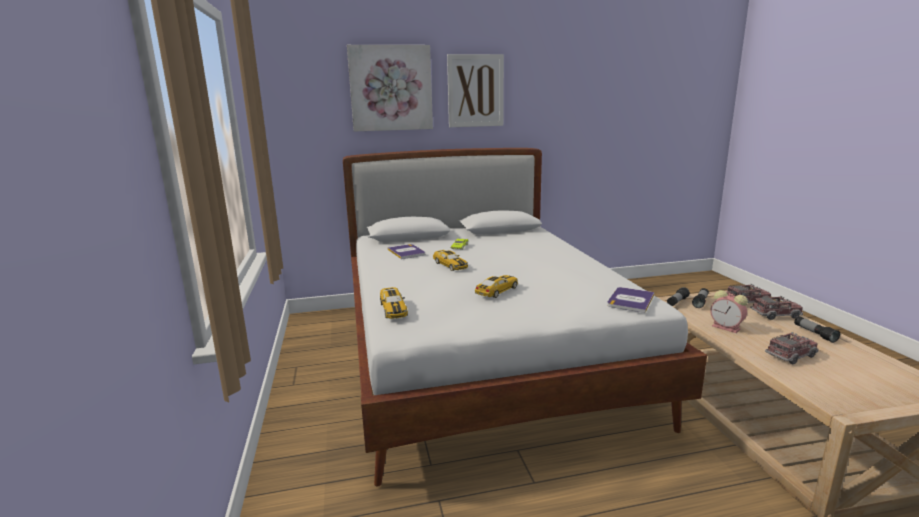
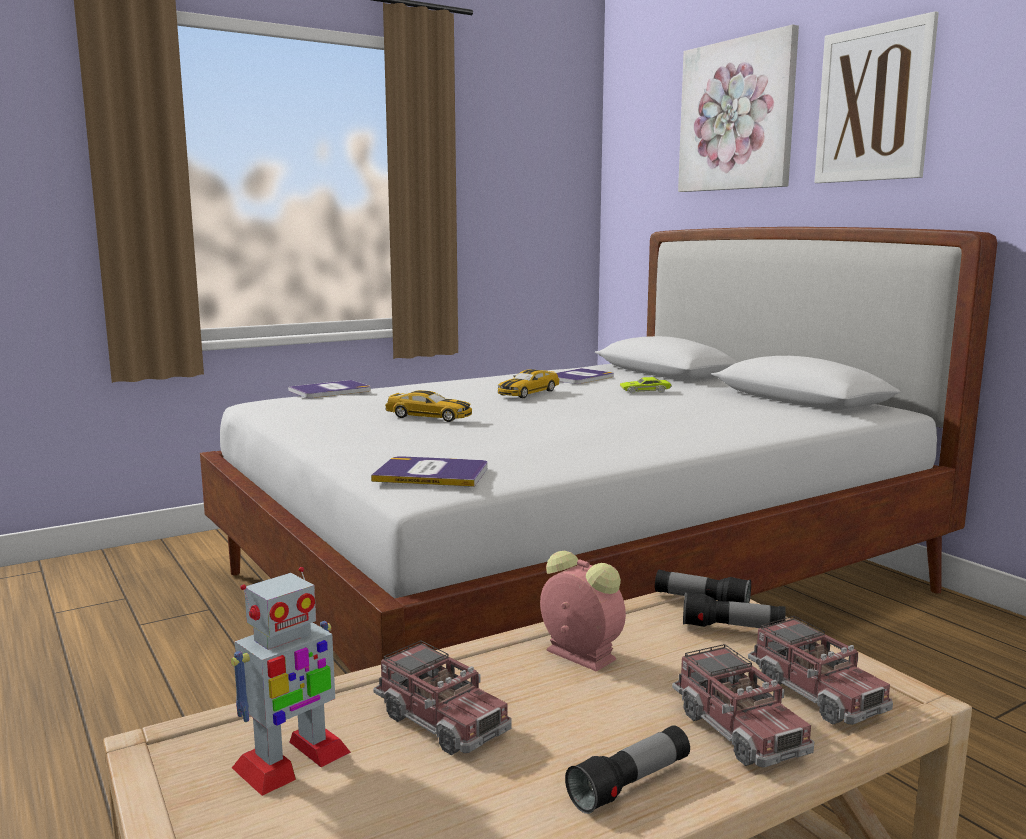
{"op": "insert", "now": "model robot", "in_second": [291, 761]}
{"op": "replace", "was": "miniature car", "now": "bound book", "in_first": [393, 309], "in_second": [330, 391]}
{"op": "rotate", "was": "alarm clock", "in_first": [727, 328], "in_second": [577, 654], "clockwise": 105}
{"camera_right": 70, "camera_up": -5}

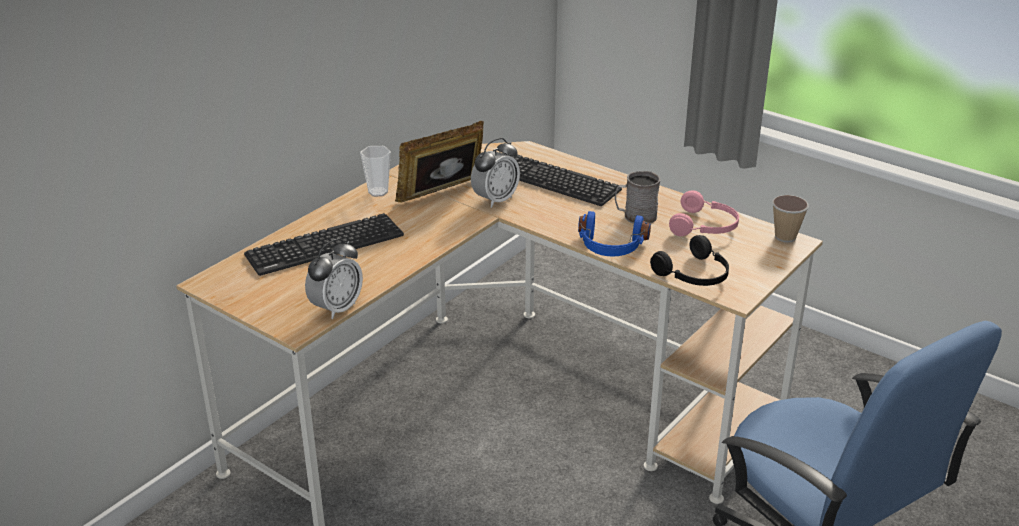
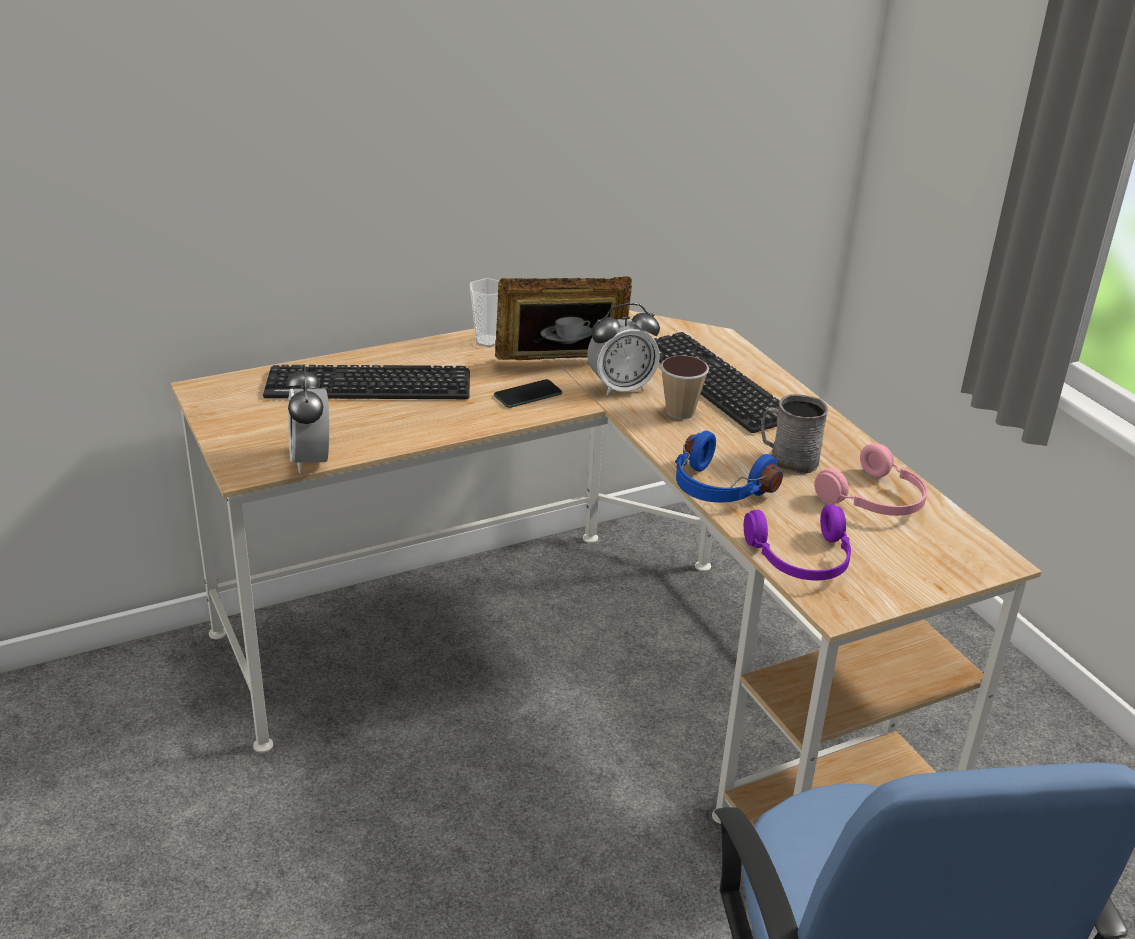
{"op": "insert", "now": "telephone", "in_second": [528, 395]}
{"op": "move", "was": "drinking cup", "in_first": [785, 237], "in_second": [680, 412]}
{"op": "recolor", "was": "black headset", "now": "purple headset", "in_first": [695, 275], "in_second": [802, 560]}
{"op": "rotate", "was": "alarm clock", "in_first": [336, 308], "in_second": [311, 460], "clockwise": 105}
{"camera_right": 25, "camera_up": 0}

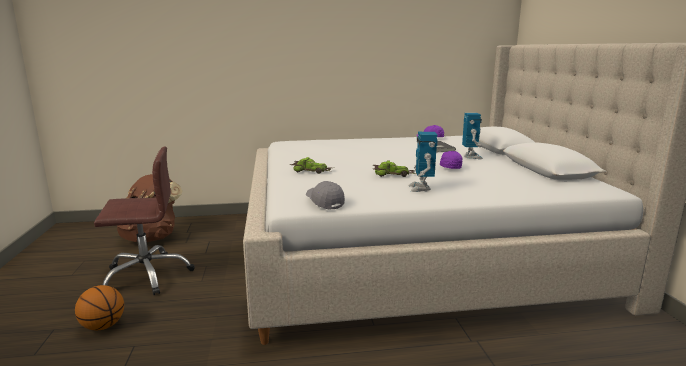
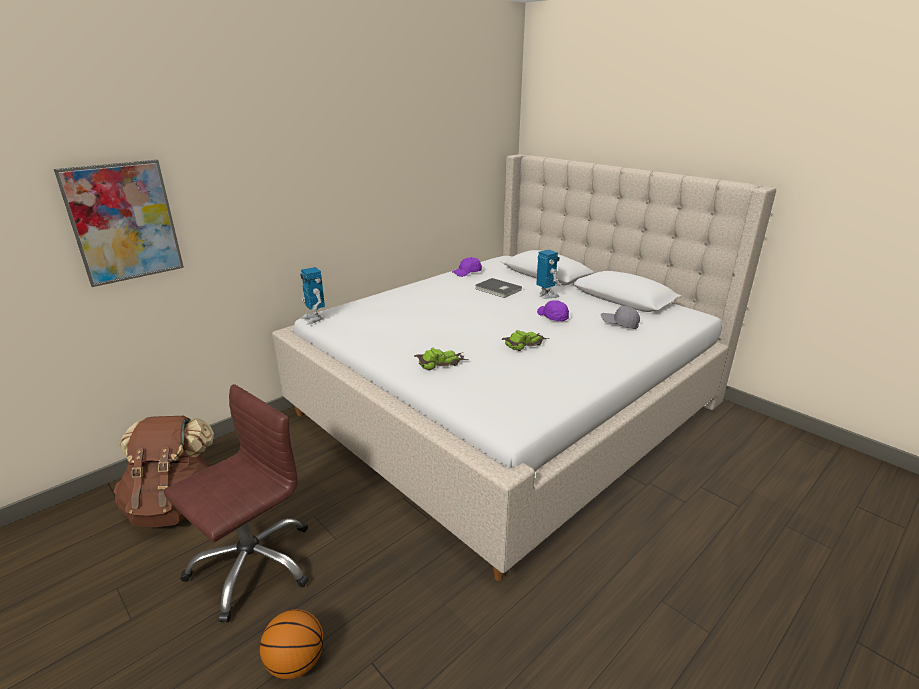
{"op": "insert", "now": "wall art", "in_second": [124, 222]}
{"op": "move", "was": "gray cap", "in_first": [324, 202], "in_second": [619, 324]}
{"op": "move", "was": "model robot", "in_first": [421, 188], "in_second": [314, 319]}
{"camera_right": -35, "camera_up": 10}

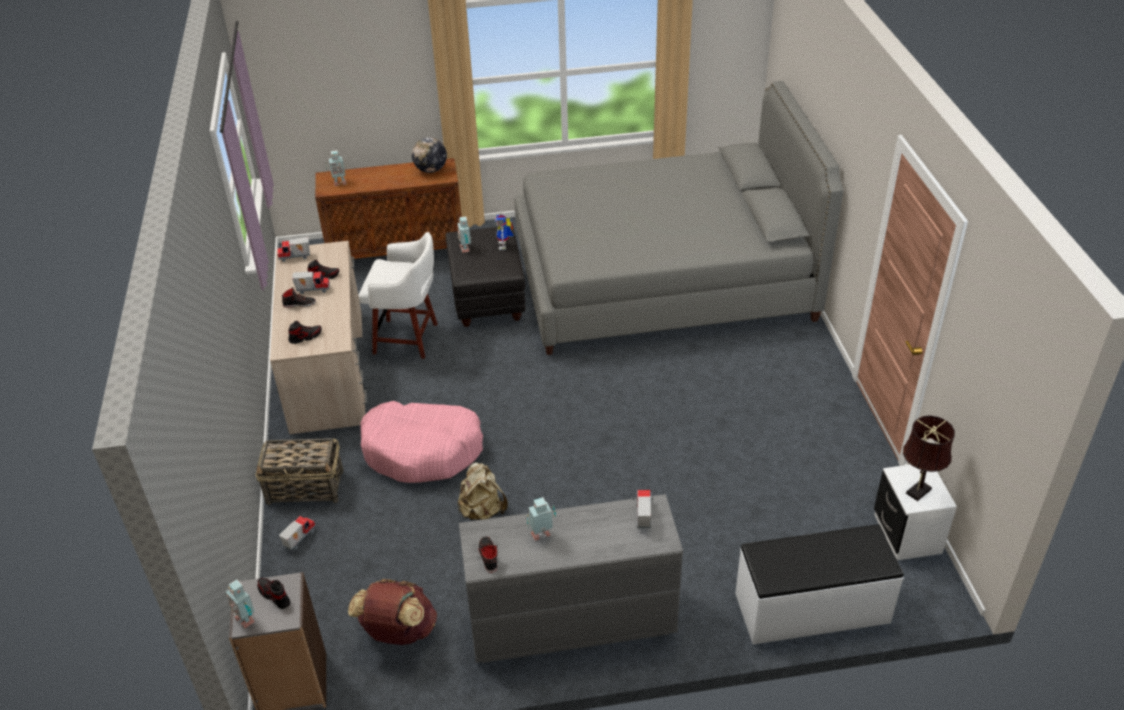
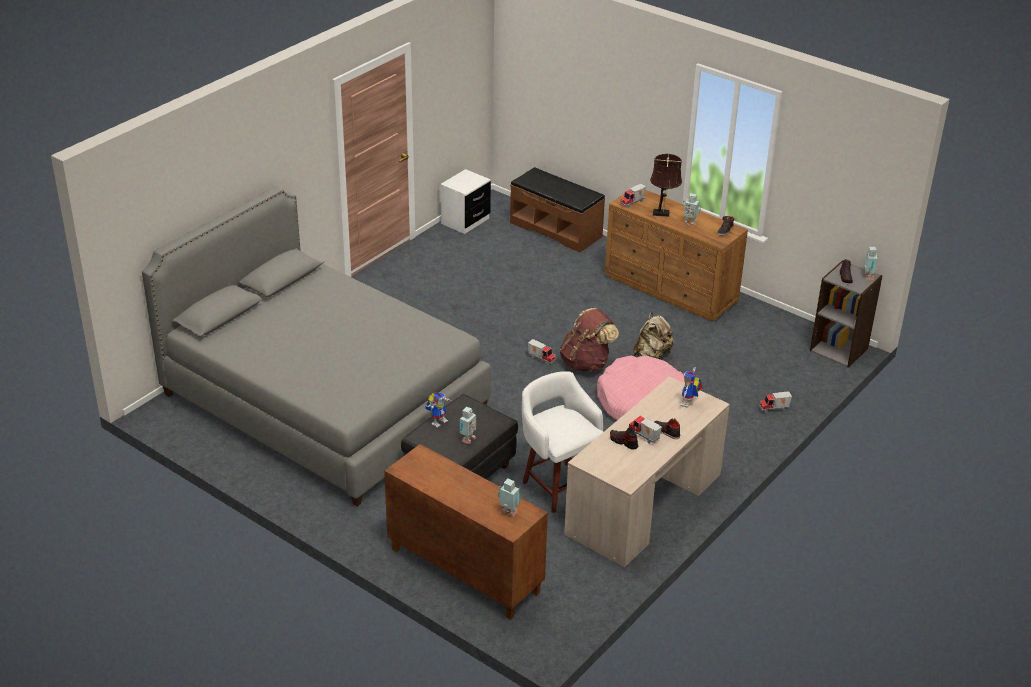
{"op": "delete", "was": "household basket", "in_first": [306, 487]}
{"op": "delete", "was": "globe", "in_first": [431, 170]}
{"op": "move", "was": "toy truck", "in_first": [295, 257], "in_second": [541, 359]}
{"op": "move", "was": "brown-coloured rucksack", "in_first": [398, 632], "in_second": [586, 363]}
{"op": "move", "was": "brown-coloured table lamp", "in_first": [916, 492], "in_second": [663, 213]}
{"op": "replace", "was": "low shoe", "now": "model robot", "in_first": [305, 337], "in_second": [688, 404]}
{"op": "recolor", "was": "gray drawer chest", "now": "brown-coloured drawer chest", "in_first": [570, 621], "in_second": [671, 290]}
{"op": "recolor", "was": "white-coloured long seat", "now": "brown-coloured long seat", "in_first": [812, 609], "in_second": [556, 229]}
{"camera_right": -135, "camera_up": -5}

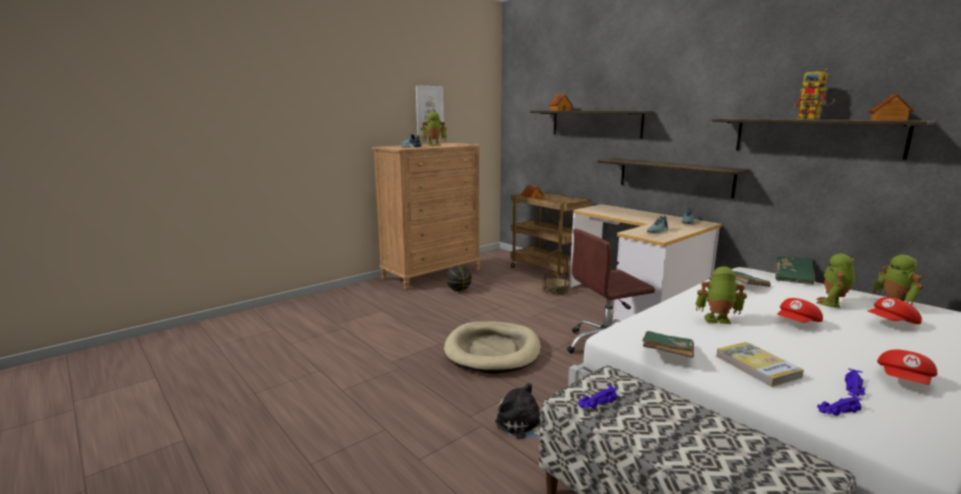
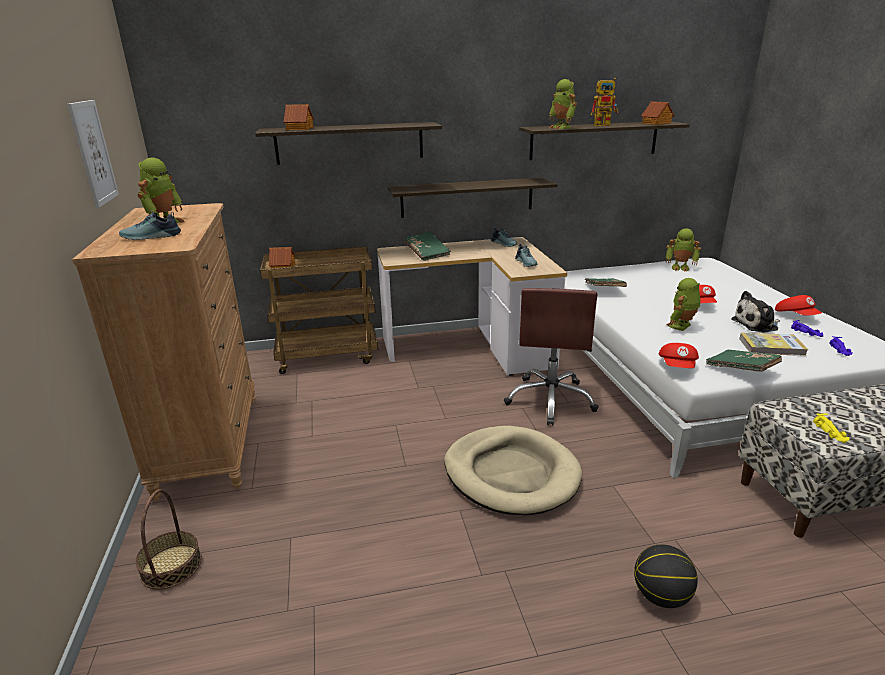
{"op": "move", "was": "basketball", "in_first": [459, 290], "in_second": [660, 596]}
{"op": "move", "was": "cuddly toy", "in_first": [523, 425], "in_second": [757, 325]}
{"op": "move", "was": "household basket", "in_first": [555, 290], "in_second": [171, 566]}
{"op": "move", "was": "green bound book", "in_first": [793, 277], "in_second": [427, 253]}
{"op": "move", "was": "model robot", "in_first": [832, 303], "in_second": [562, 127]}
{"op": "move", "was": "reddish cap", "in_first": [892, 323], "in_second": [677, 367]}
{"op": "recolor", "was": "purple miniature car", "now": "yellow miniature car", "in_first": [596, 403], "in_second": [830, 433]}
{"camera_right": -60, "camera_up": 10}

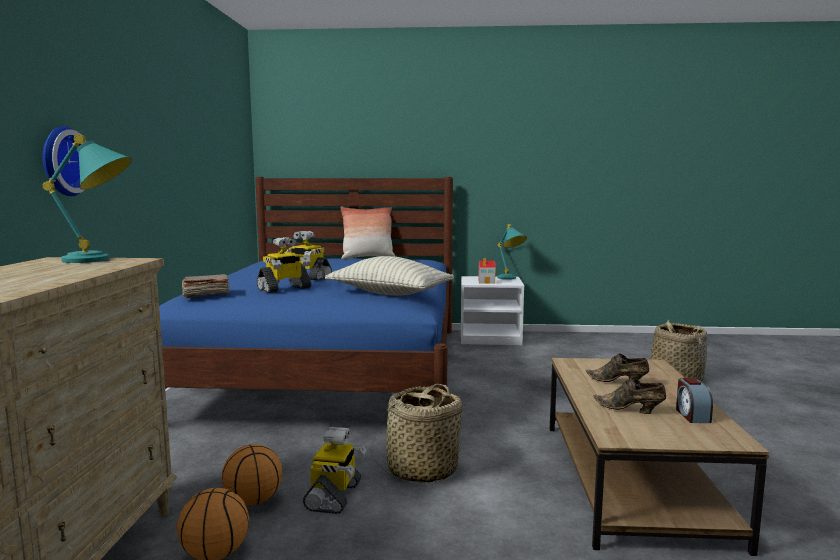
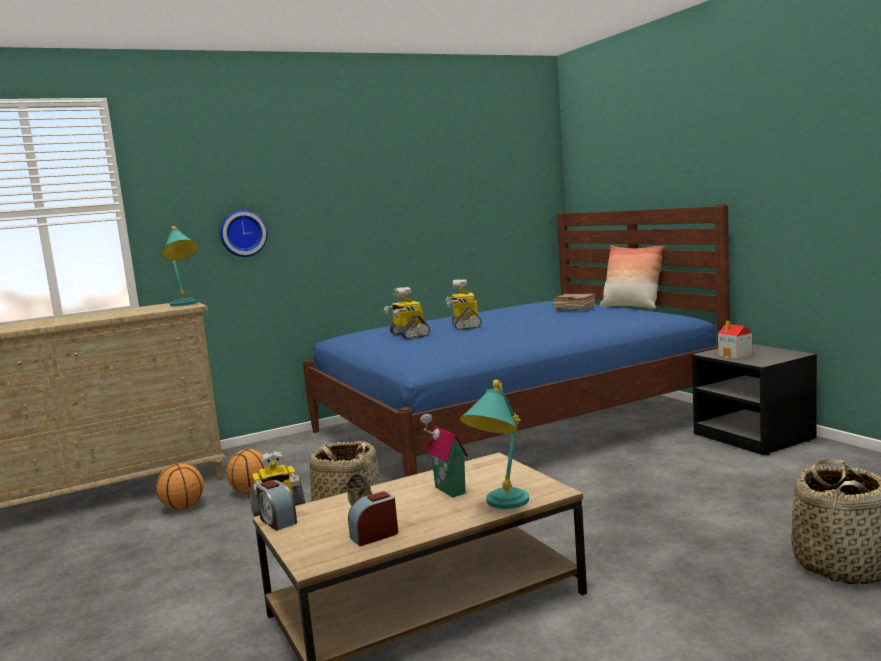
{"op": "delete", "was": "pillow", "in_first": [389, 294]}
{"op": "insert", "now": "alarm clock", "in_second": [277, 521]}
{"op": "move", "was": "brown-coloured bound book", "in_first": [205, 294], "in_second": [574, 309]}
{"op": "move", "was": "blue-green table lamp", "in_first": [510, 279], "in_second": [500, 506]}
{"op": "replace", "was": "brown-coloured low shoe", "now": "miniature house", "in_first": [618, 382], "in_second": [447, 490]}
{"op": "recolor", "was": "white-coloured bedside table", "now": "black bedside table", "in_first": [490, 338], "in_second": [755, 437]}
{"op": "rotate", "was": "model robot", "in_first": [284, 289], "in_second": [408, 335], "clockwise": 45}
{"camera_right": 60, "camera_up": 0}

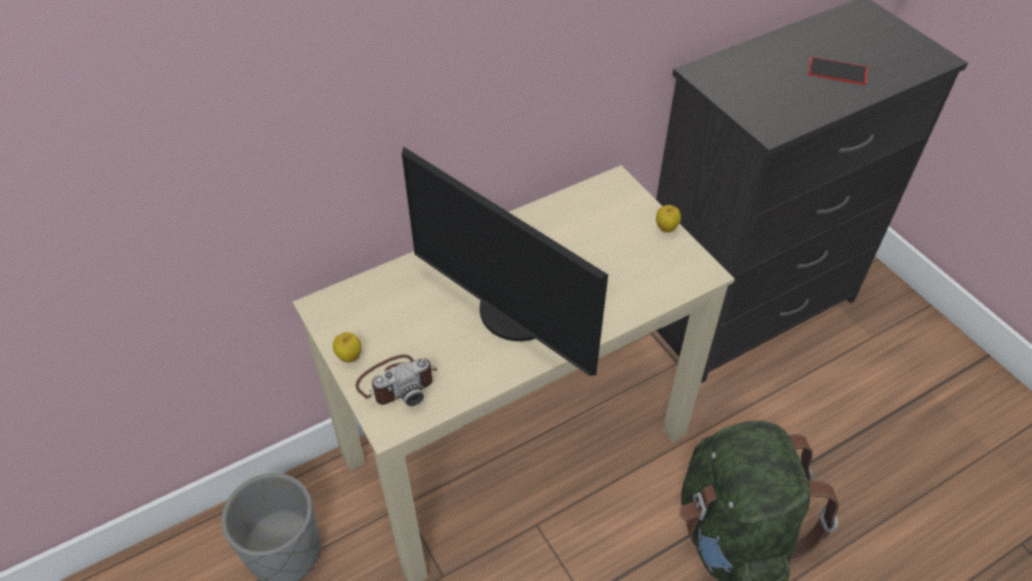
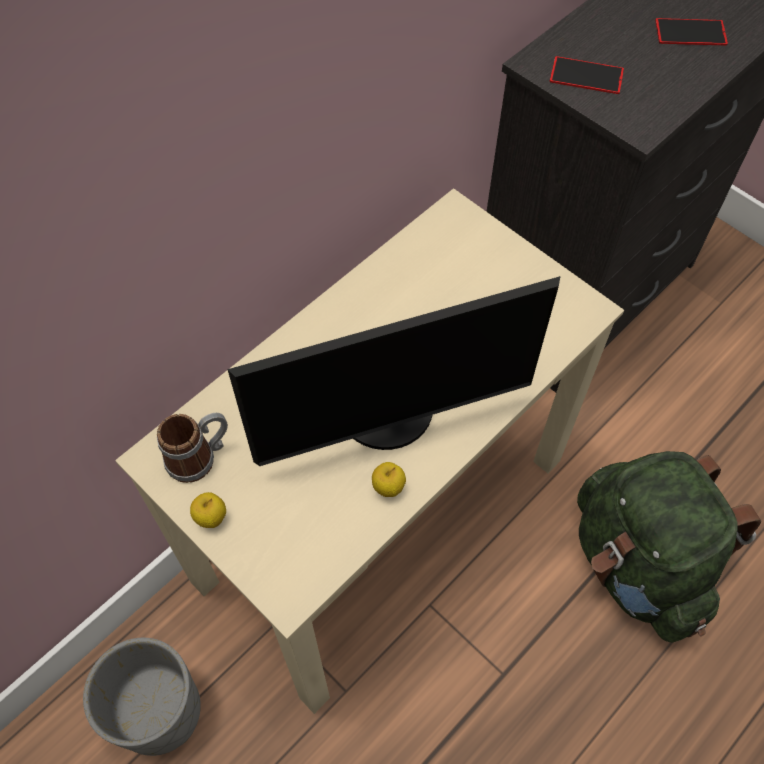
{"op": "delete", "was": "photo camera", "in_first": [397, 382]}
{"op": "insert", "now": "coffee mug", "in_second": [200, 457]}
{"op": "insert", "now": "telephone", "in_second": [586, 75]}
{"op": "move", "was": "apple fruit", "in_first": [666, 228], "in_second": [388, 488]}
{"op": "rotate", "was": "computer display", "in_first": [513, 315], "in_second": [389, 416], "clockwise": -45}
{"camera_right": -15, "camera_up": 10}

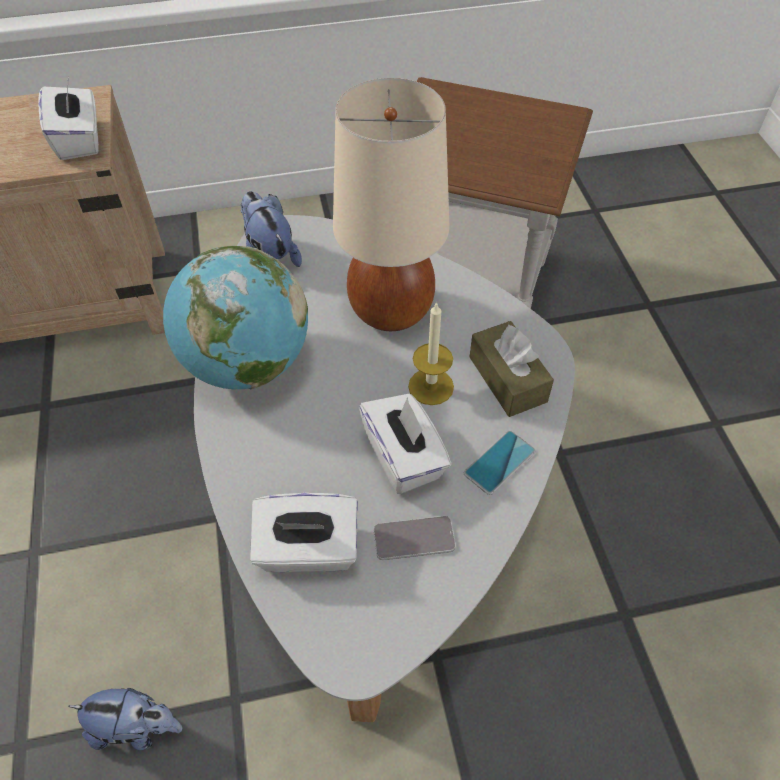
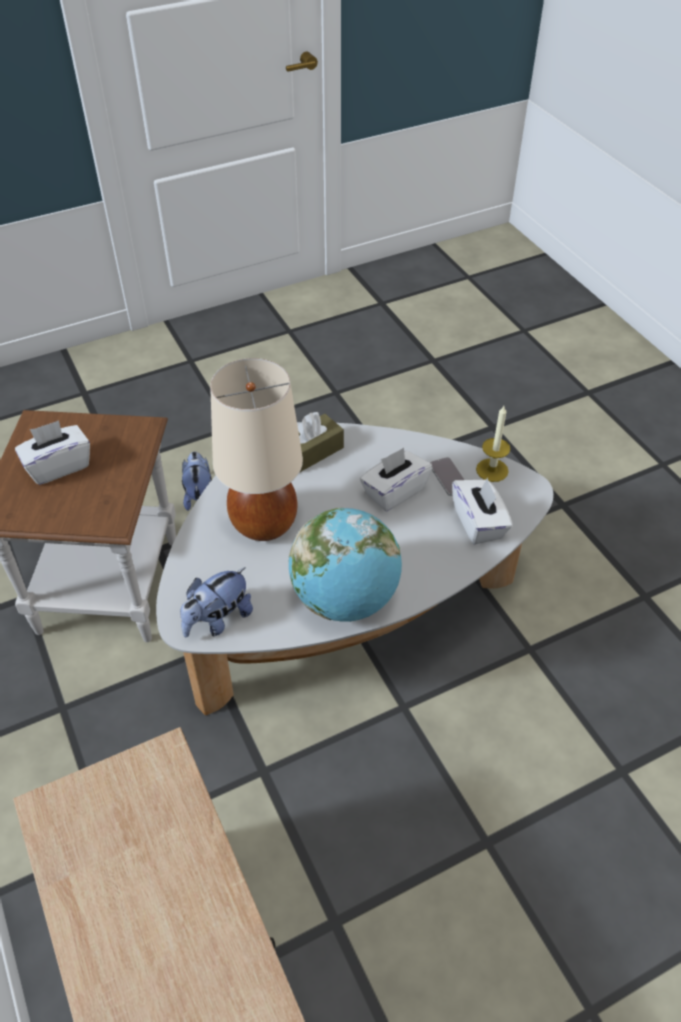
{"op": "delete", "was": "telephone", "in_first": [499, 462]}
{"op": "move", "was": "white-coloured box of tissues", "in_first": [80, 140], "in_second": [58, 466]}
{"op": "move", "was": "cuddly toy", "in_first": [137, 727], "in_second": [199, 495]}
{"op": "move", "was": "candle", "in_first": [431, 386], "in_second": [492, 470]}
{"camera_right": -105, "camera_up": -5}

